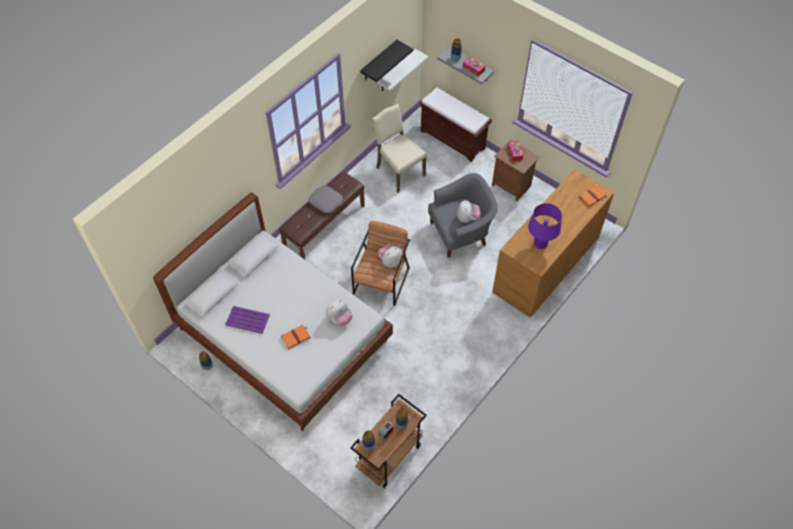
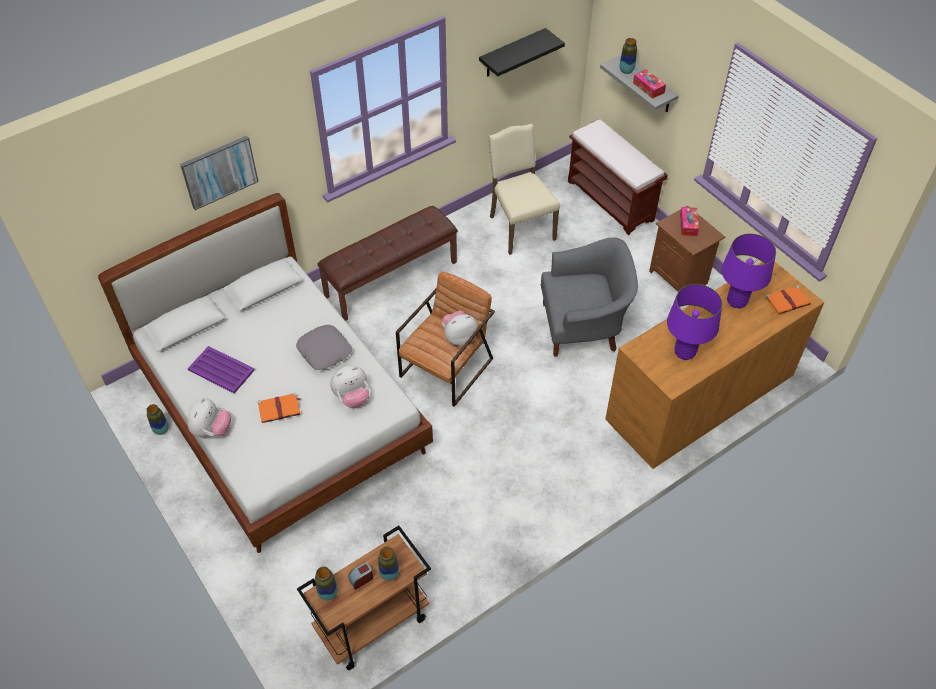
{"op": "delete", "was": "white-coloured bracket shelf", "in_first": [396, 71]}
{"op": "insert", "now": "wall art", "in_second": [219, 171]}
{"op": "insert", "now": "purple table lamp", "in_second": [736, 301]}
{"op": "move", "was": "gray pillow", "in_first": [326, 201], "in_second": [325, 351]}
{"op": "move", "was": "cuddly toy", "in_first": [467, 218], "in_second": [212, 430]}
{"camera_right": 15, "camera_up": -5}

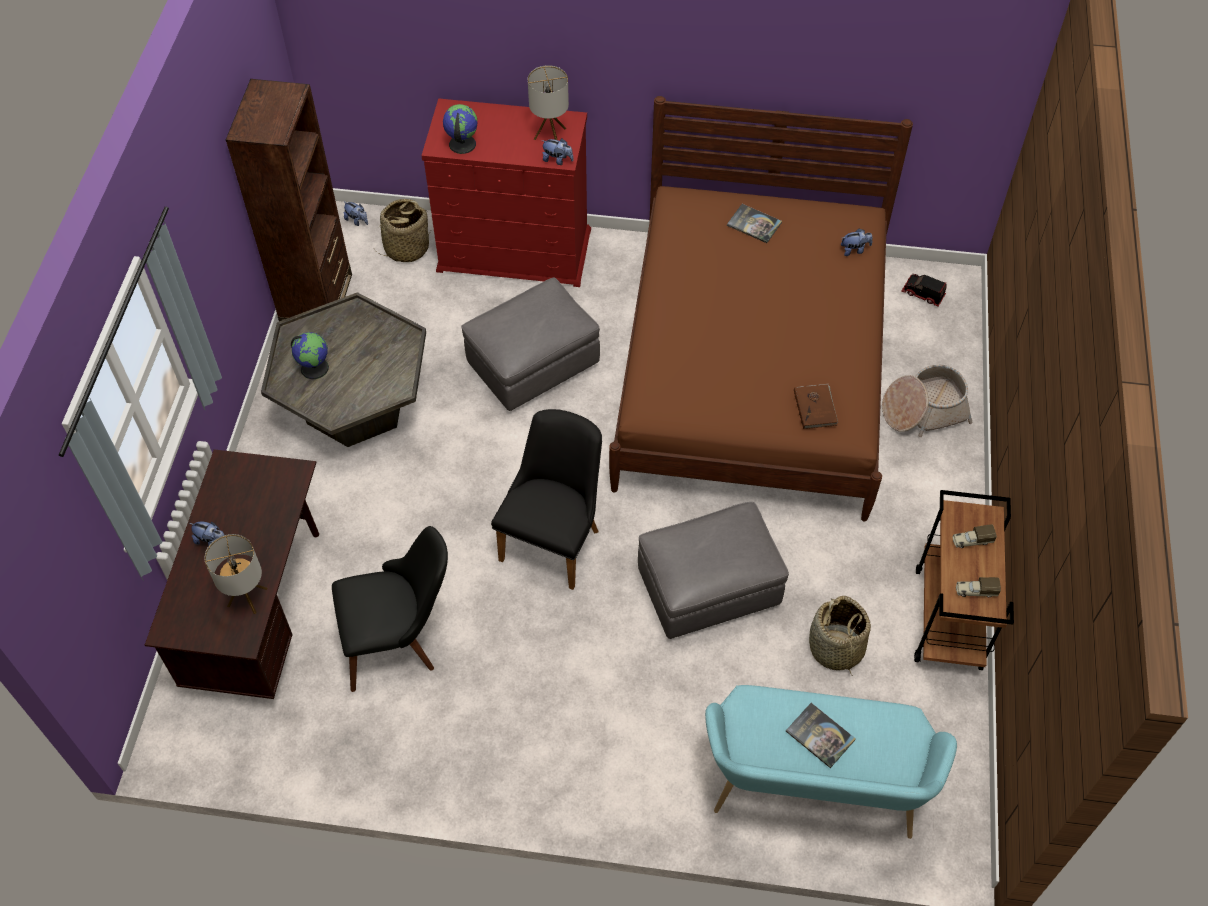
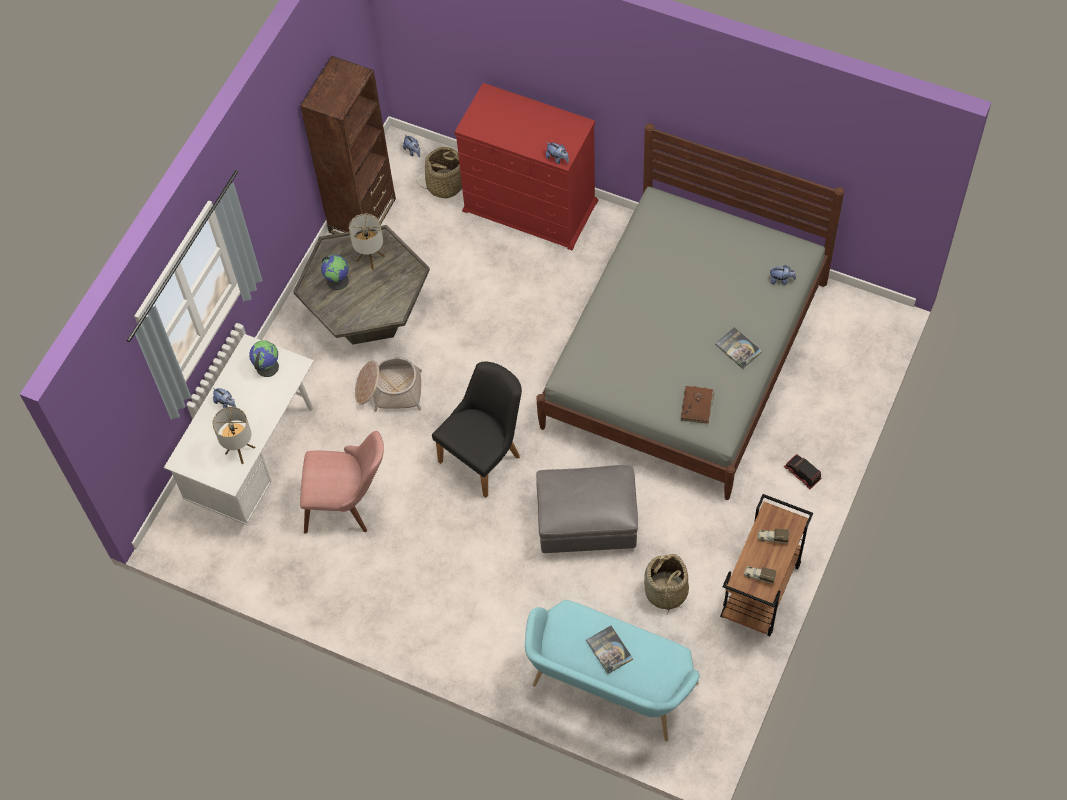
{"op": "delete", "was": "gray footrest", "in_first": [533, 365]}
{"op": "move", "was": "globe", "in_first": [461, 144], "in_second": [267, 367]}
{"op": "move", "was": "table lamp", "in_first": [550, 134], "in_second": [371, 258]}
{"op": "move", "was": "bound book", "in_first": [754, 224], "in_second": [738, 348]}
{"op": "move", "was": "household basket", "in_first": [923, 410], "in_second": [389, 390]}
{"op": "move", "was": "toy truck", "in_first": [922, 294], "in_second": [802, 474]}
{"op": "recolor", "was": "brown-coloured desk", "now": "white-coloured desk", "in_first": [260, 612], "in_second": [255, 458]}
{"op": "recolor", "was": "black plain chair", "now": "pinkish plain chair", "in_first": [400, 639], "in_second": [349, 503]}
{"op": "recolor", "was": "brown-coloured bedroom bed", "now": "gray bedroom bed", "in_first": [752, 370], "in_second": [685, 354]}
{"camera_right": 20, "camera_up": 5}

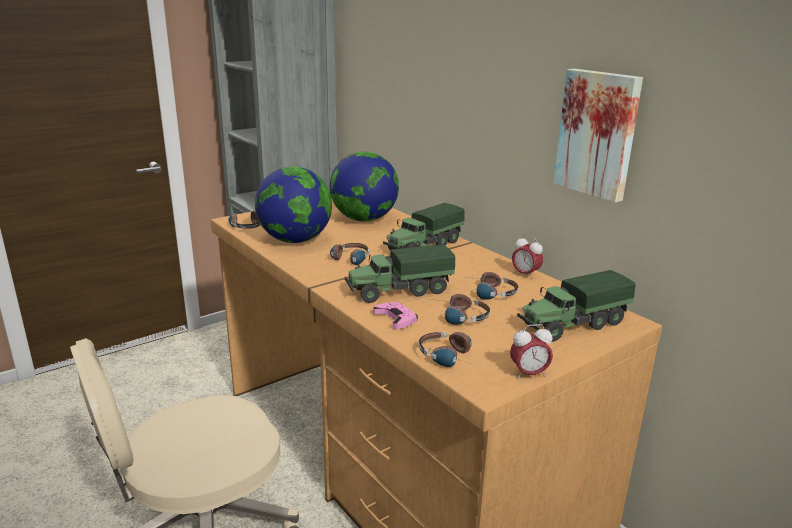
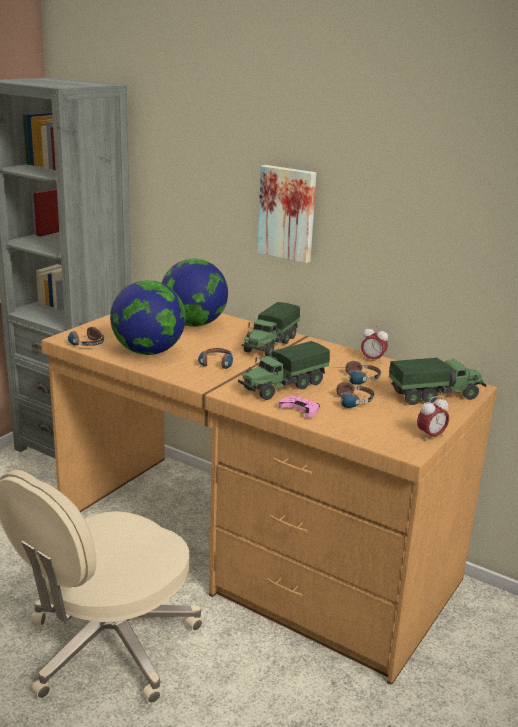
{"op": "delete", "was": "headset", "in_first": [452, 357]}
{"op": "move", "was": "wall art", "in_first": [598, 134], "in_second": [288, 213]}
{"op": "rotate", "was": "toy truck", "in_first": [572, 325], "in_second": [435, 395], "clockwise": -150}
{"camera_right": -20, "camera_up": 0}

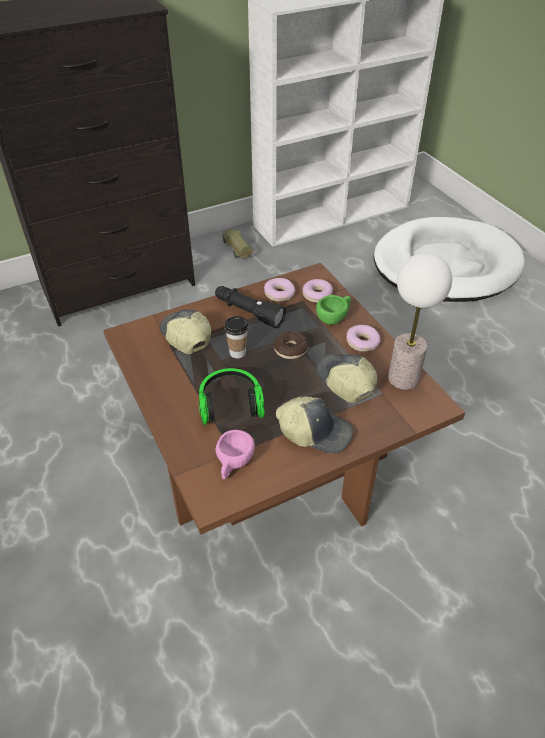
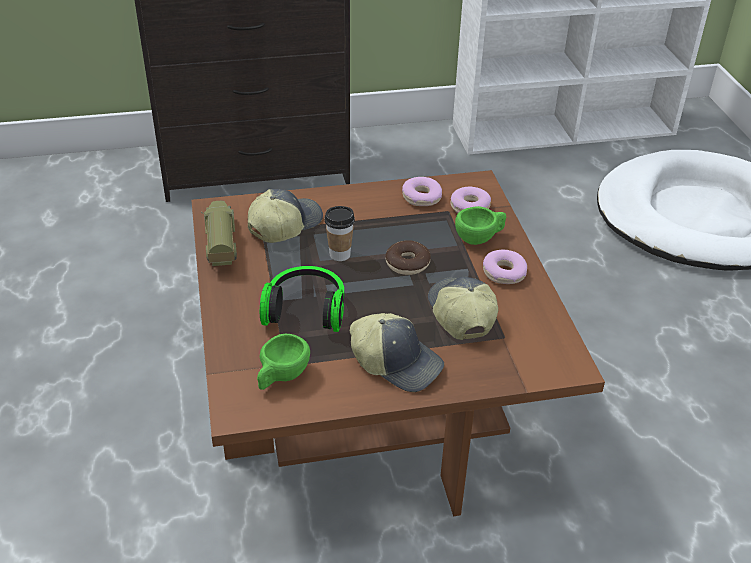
{"op": "delete", "was": "black hand torch", "in_first": [248, 312]}
{"op": "delete", "was": "table lamp", "in_first": [403, 378]}
{"op": "move", "was": "toy truck", "in_first": [236, 250], "in_second": [220, 246]}
{"op": "recolor", "was": "pinkish drinking cup", "now": "green drinking cup", "in_first": [233, 464], "in_second": [281, 377]}
{"op": "rotate", "was": "cap", "in_first": [185, 336], "in_second": [284, 225], "clockwise": 60}
{"camera_right": 15, "camera_up": -5}

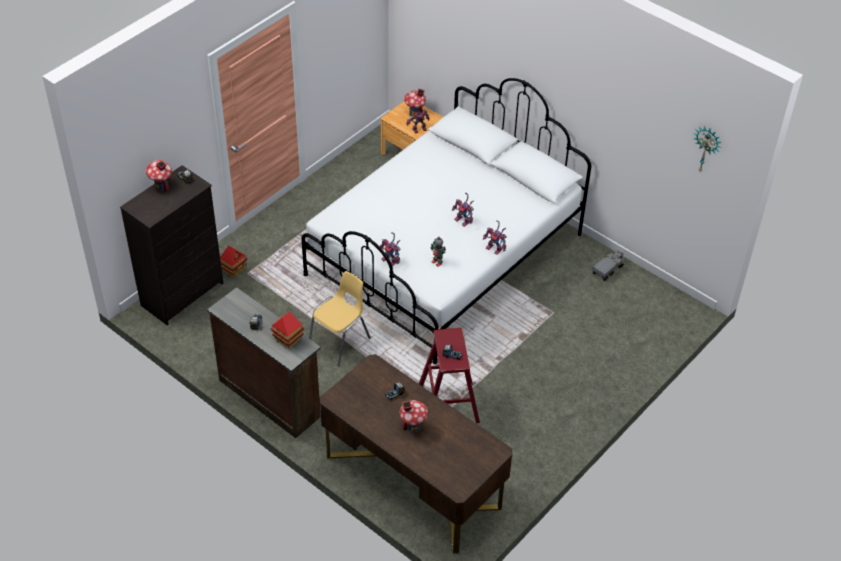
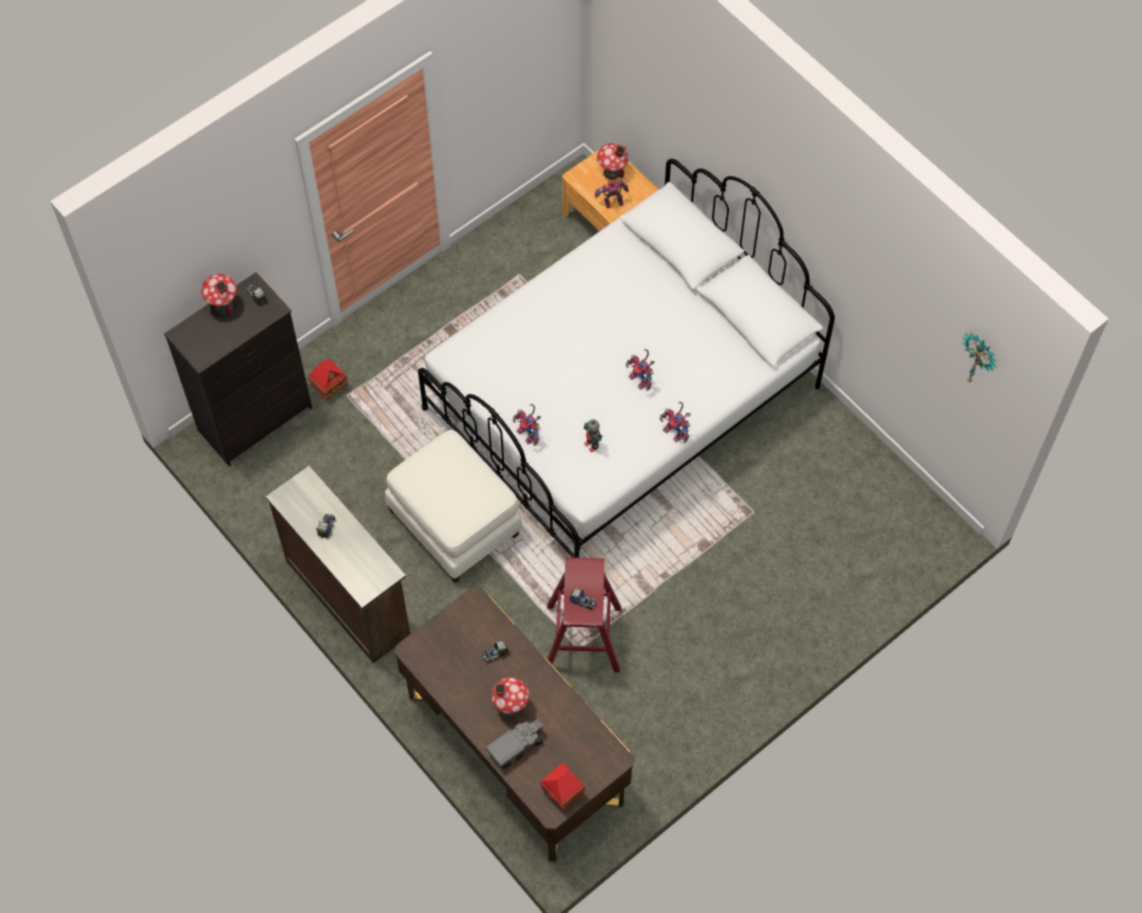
{"op": "move", "was": "miniature house", "in_first": [288, 339], "in_second": [562, 792]}
{"op": "move", "was": "toy truck", "in_first": [607, 270], "in_second": [516, 746]}
{"op": "replace", "was": "yellow plain chair", "now": "white-coloured footrest", "in_first": [340, 341], "in_second": [455, 521]}
{"camera_right": 10, "camera_up": 15}

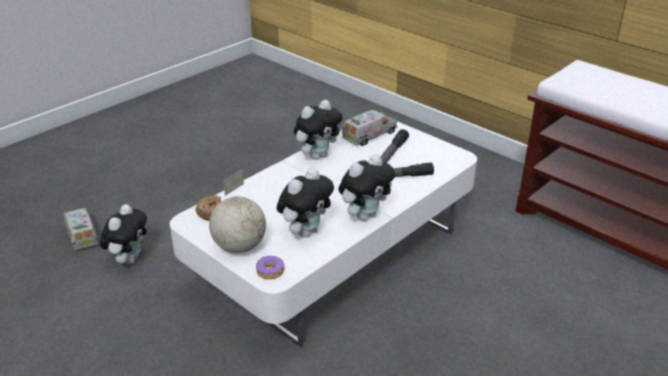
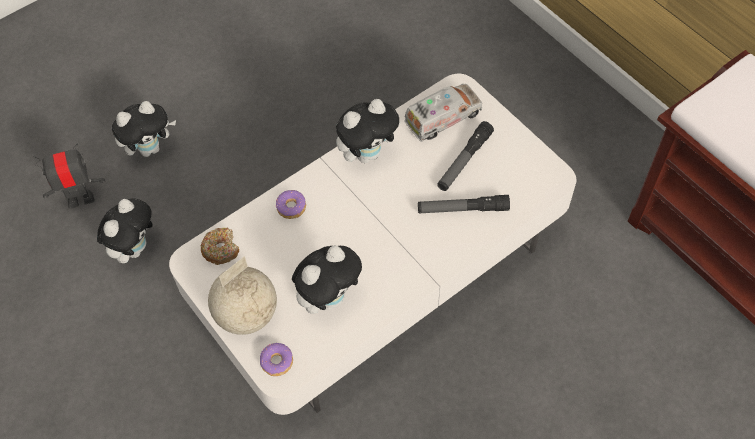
{"op": "insert", "now": "doughnut", "in_second": [291, 207]}
{"op": "move", "was": "cuddly toy", "in_first": [365, 215], "in_second": [150, 148]}
{"op": "replace", "was": "toy truck", "now": "model robot", "in_first": [81, 234], "in_second": [80, 199]}
{"camera_right": 10, "camera_up": 25}

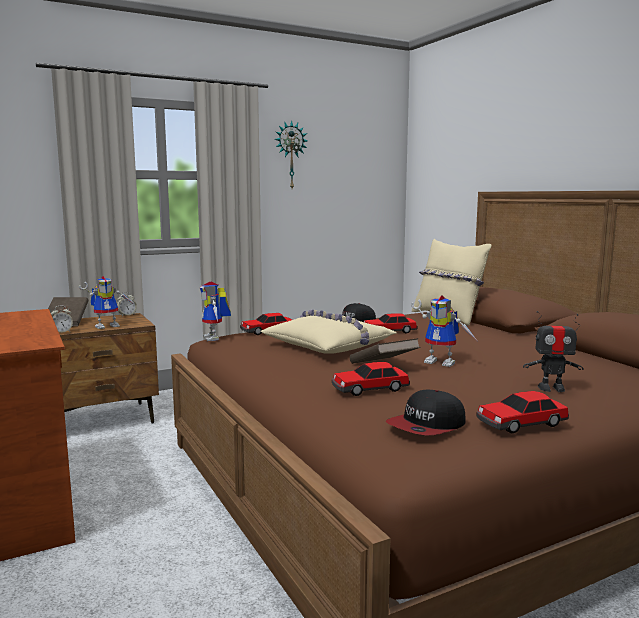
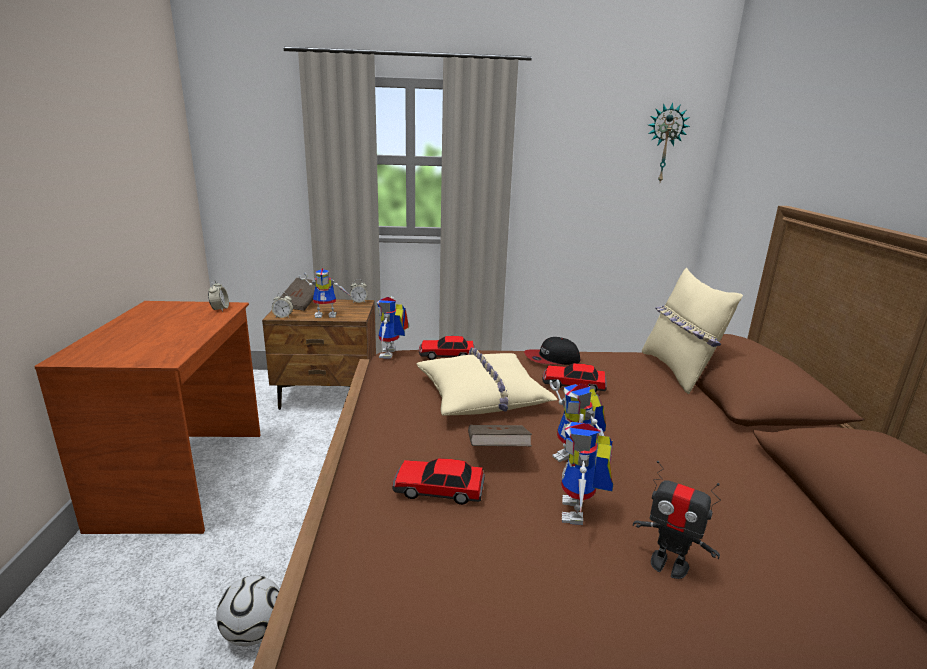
{"op": "delete", "was": "cap", "in_first": [427, 426]}
{"op": "delete", "was": "miniature car", "in_first": [520, 423]}
{"op": "insert", "now": "alarm clock", "in_second": [220, 309]}
{"op": "insert", "now": "football ball", "in_second": [253, 632]}
{"op": "insert", "now": "model robot", "in_second": [580, 514]}
{"op": "move", "was": "hanging clock", "in_first": [290, 155], "in_second": [664, 143]}
{"camera_right": 25, "camera_up": 10}

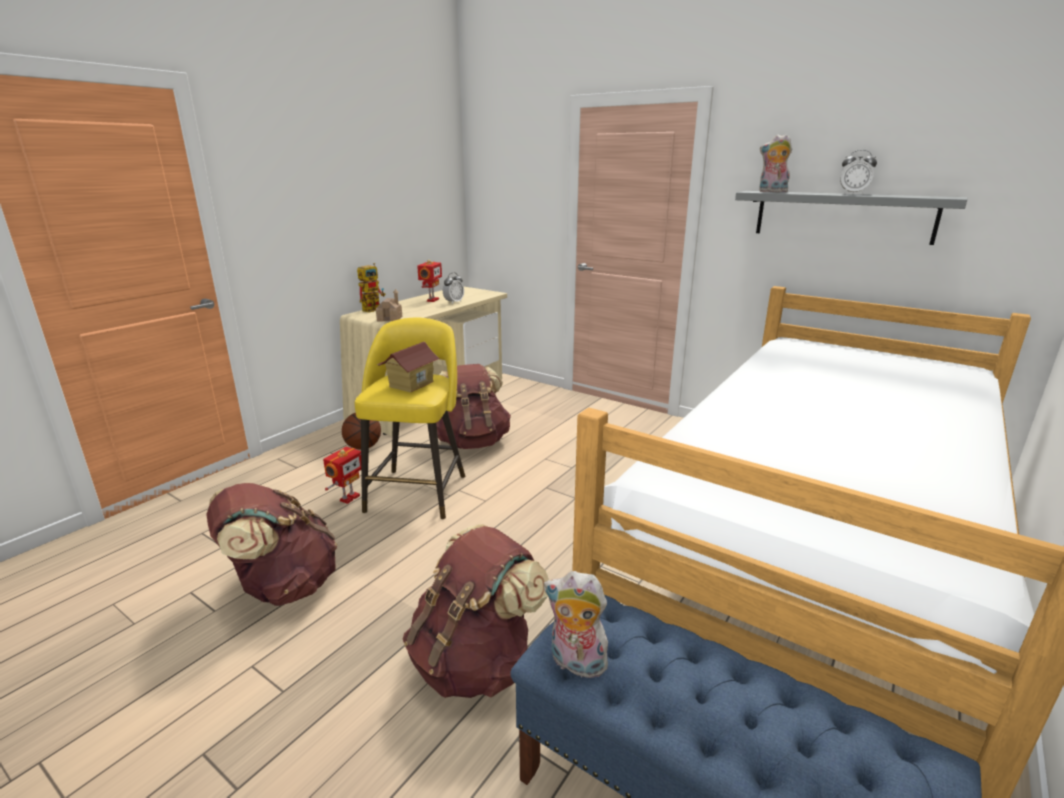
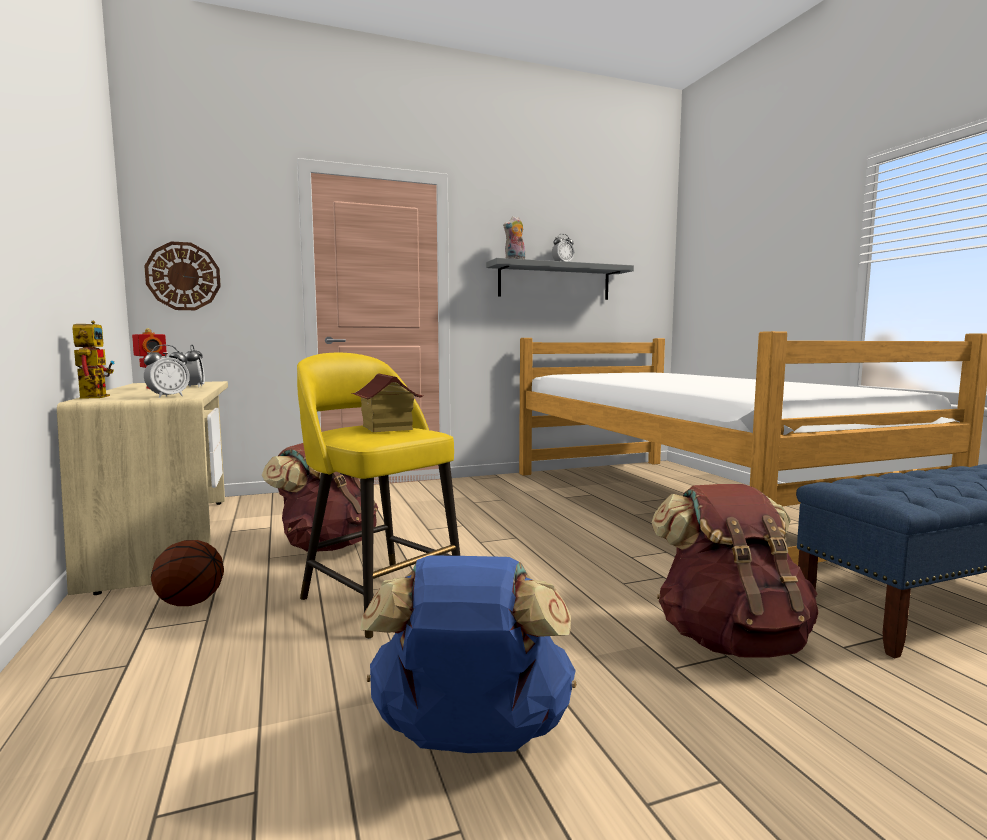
{"op": "delete", "was": "model robot", "in_first": [349, 498]}
{"op": "delete", "was": "cuddly toy", "in_first": [575, 663]}
{"op": "insert", "now": "hanging clock", "in_second": [183, 276]}
{"op": "replace", "was": "miniature house", "now": "alarm clock", "in_first": [390, 319], "in_second": [168, 397]}
{"op": "recolor", "was": "brown-coloured rucksack", "now": "bluish rucksack", "in_first": [283, 586], "in_second": [470, 739]}
{"camera_right": -55, "camera_up": -15}

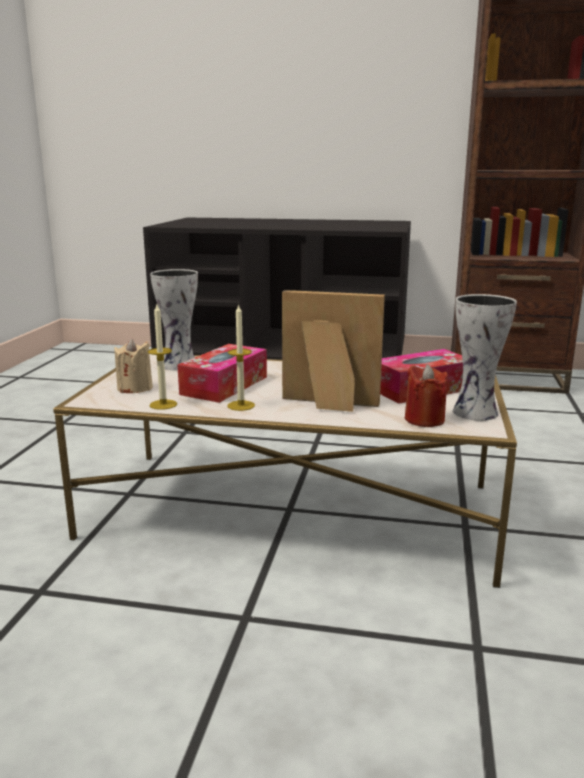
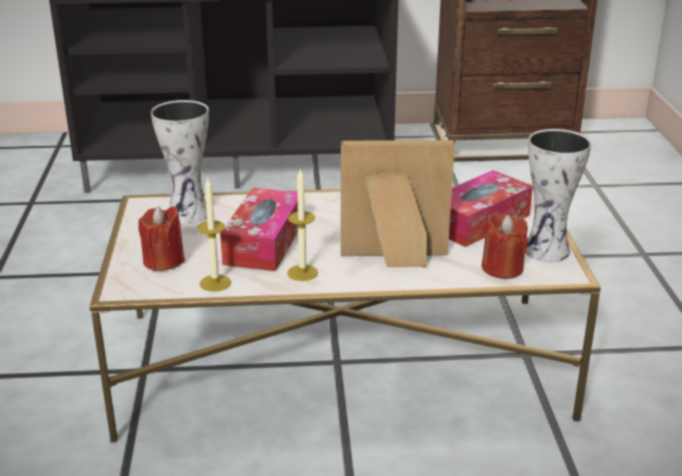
{"op": "recolor", "was": "sand-coloured candle", "now": "reddish candle", "in_first": [135, 388], "in_second": [163, 261]}
{"camera_right": -15, "camera_up": 10}

